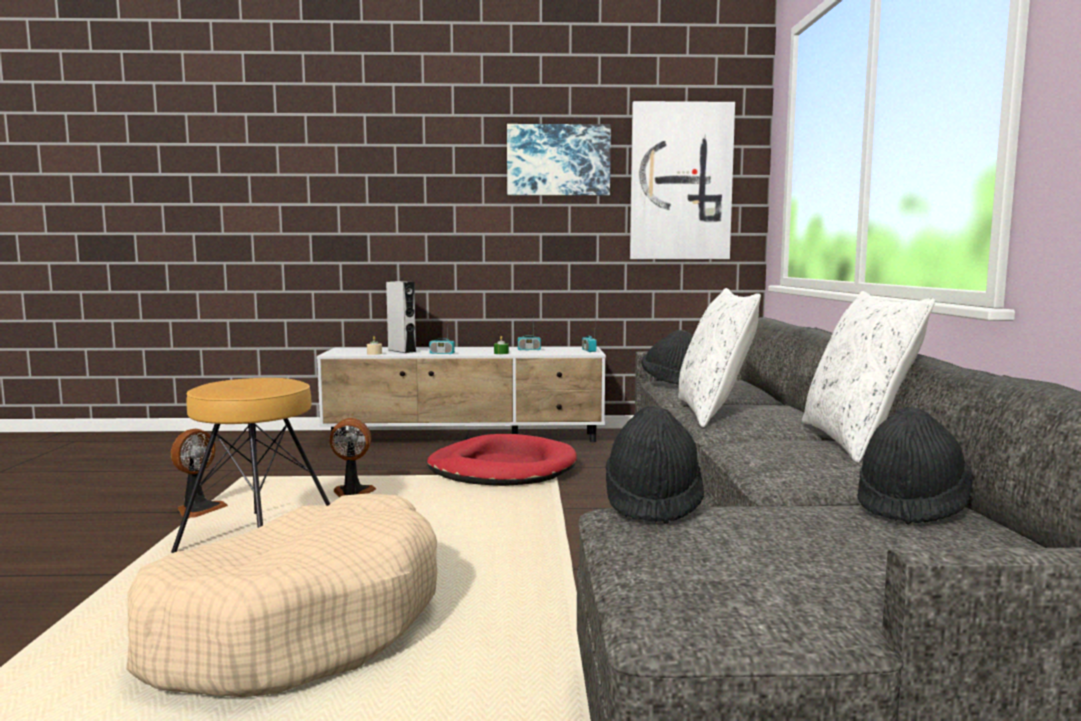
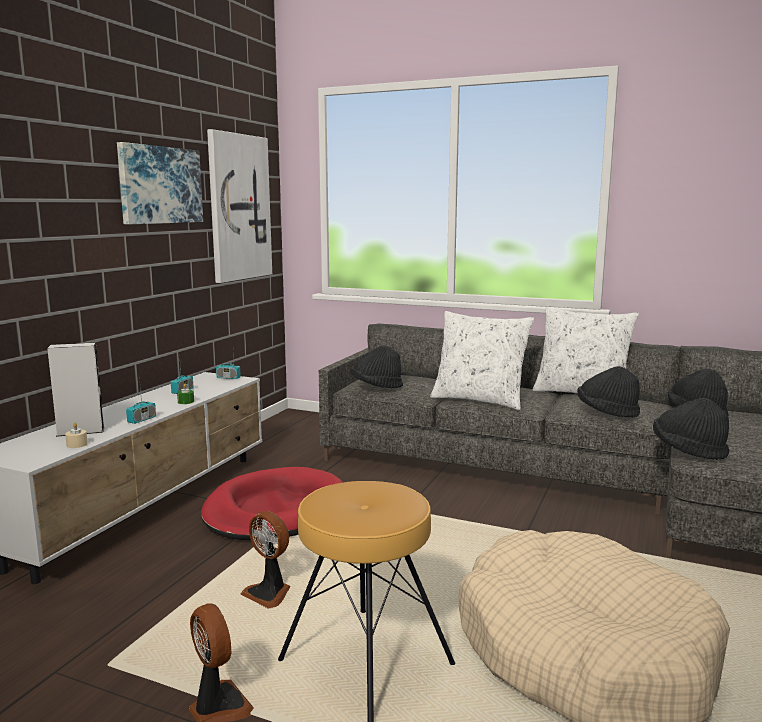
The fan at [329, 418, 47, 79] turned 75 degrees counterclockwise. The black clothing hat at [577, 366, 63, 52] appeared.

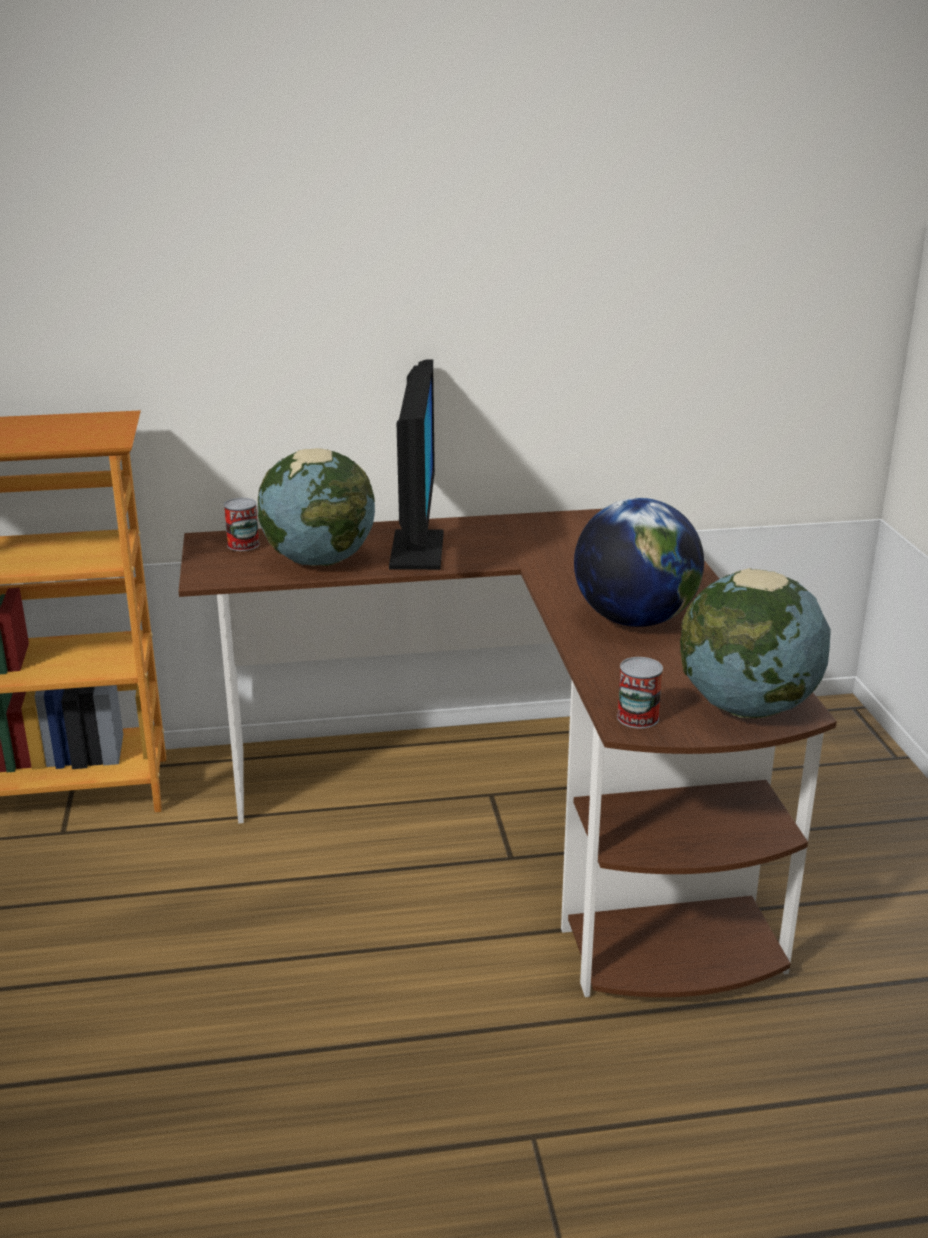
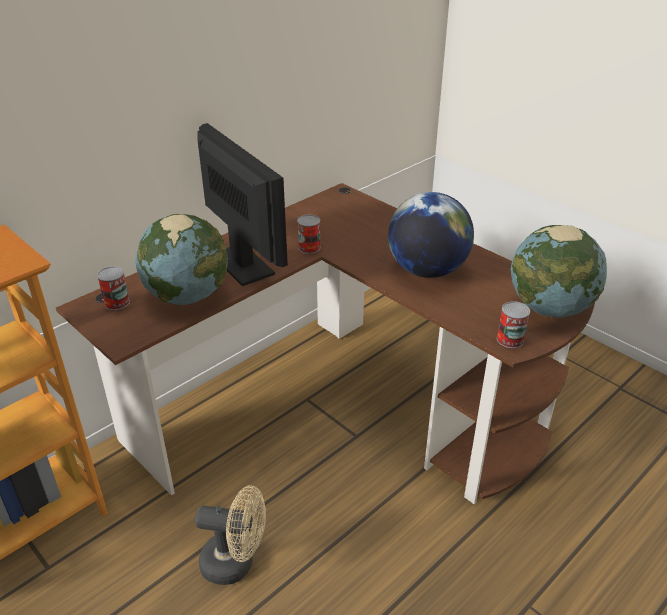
The beige fan at [195, 485, 71, 100] appeared. The sealed can at [297, 215, 24, 39] appeared.

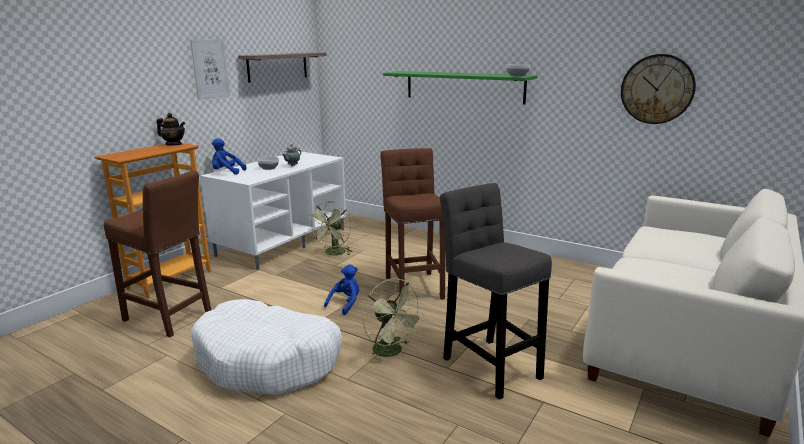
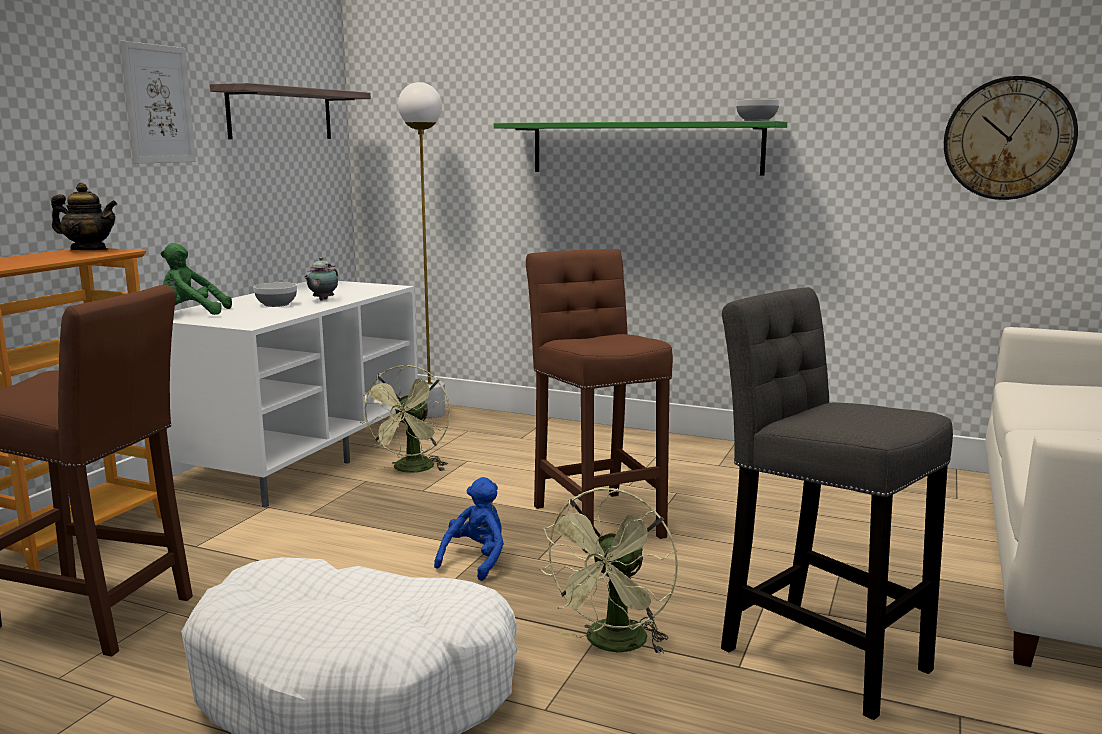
The blue-coloured plush toy at [212, 138, 34, 37] became the greenish plush toy at [161, 243, 71, 72]. The greenish fan at [363, 278, 62, 85] turned 75 degrees clockwise. The white standard lamp at [398, 82, 47, 336] appeared.

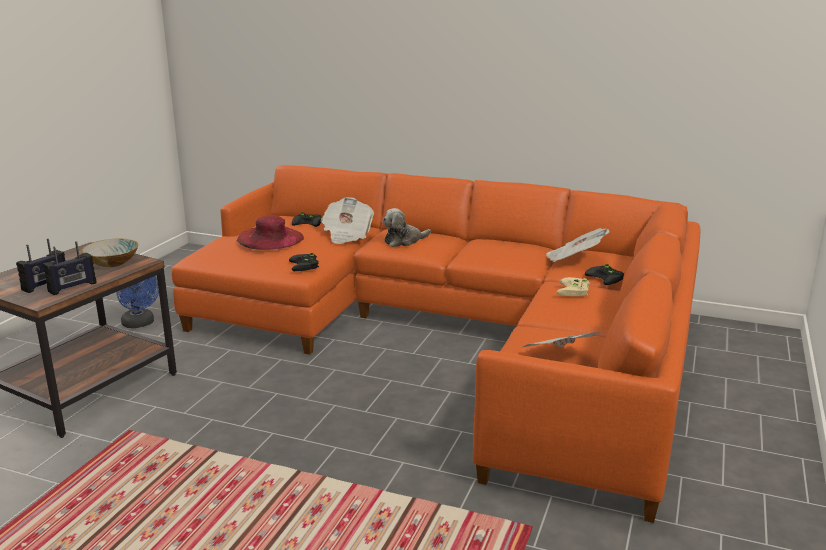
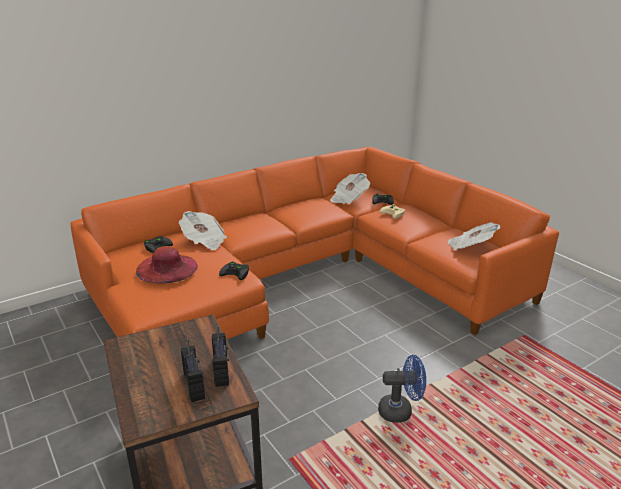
The deep dish at [81, 239, 57, 28] disappeared. The blue-coloured fan moved from [116, 276, 43, 52] to [378, 355, 48, 68]. The plush toy at [382, 208, 49, 39] disappeared.

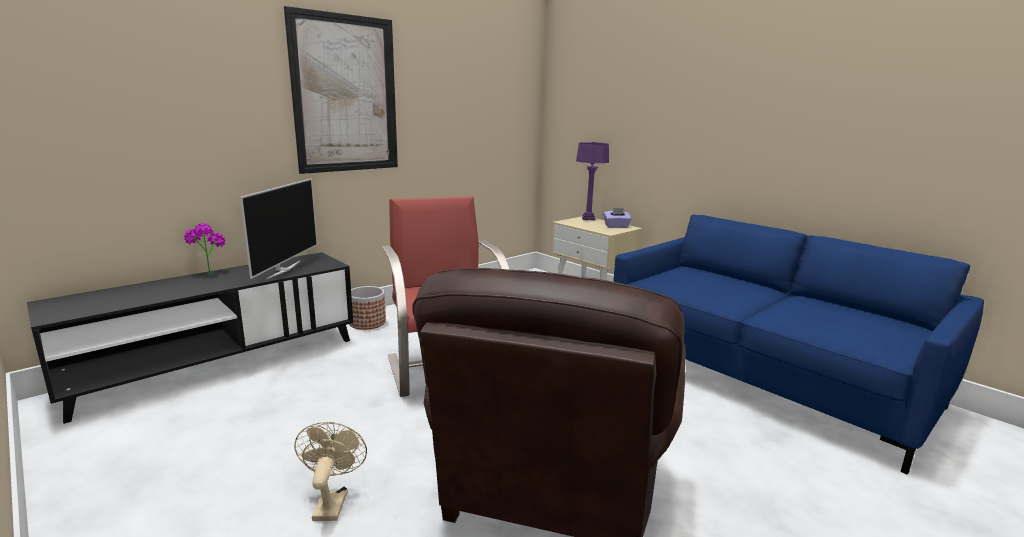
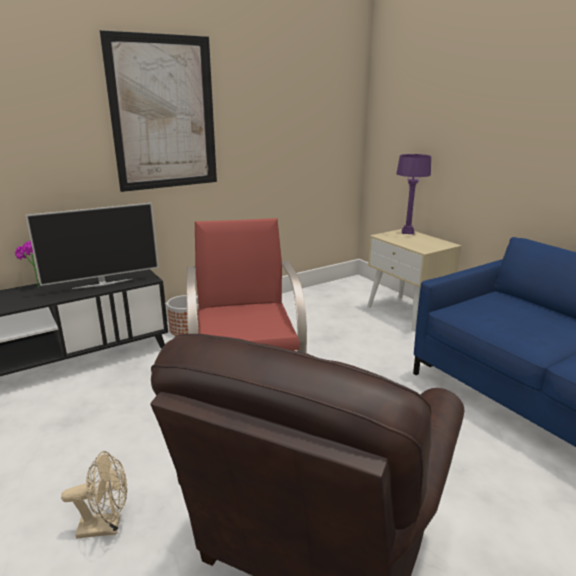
The television at [240, 178, 77, 102] turned 45 degrees clockwise. The beige fan at [294, 422, 73, 99] turned 75 degrees clockwise. The purple tissue box at [604, 208, 27, 20] disappeared.

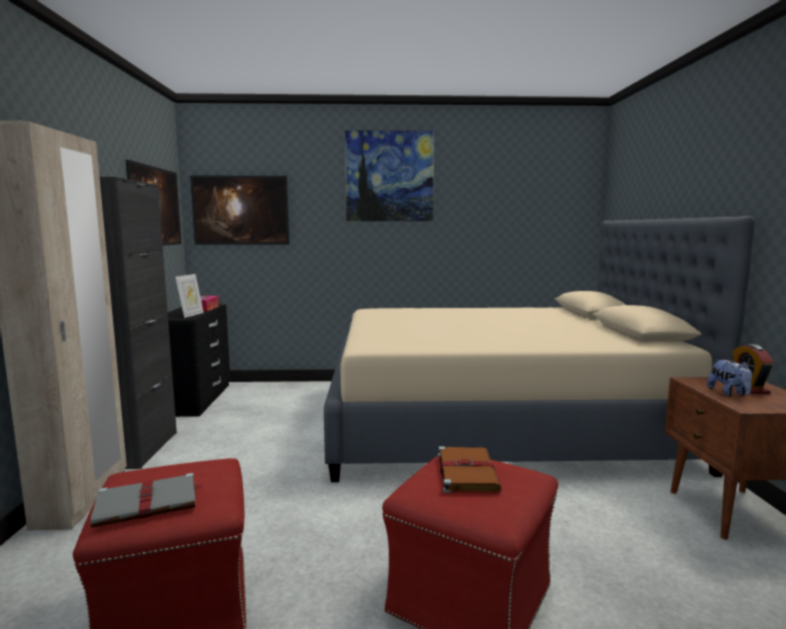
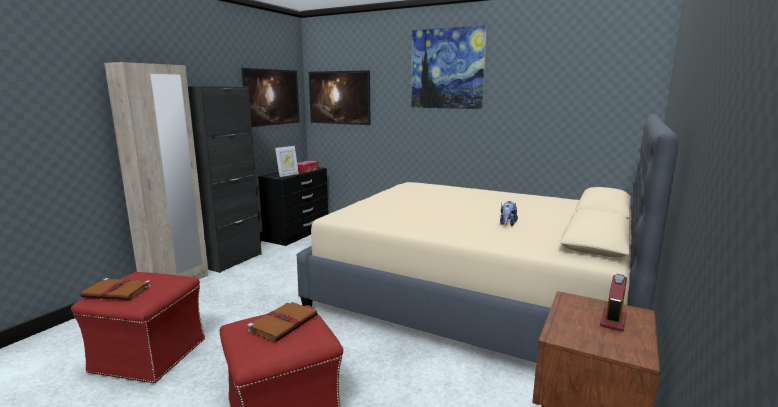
The greyish volume at [90, 473, 113, 55] became the brownish volume at [80, 278, 71, 22]. The plush toy moved from [707, 359, 45, 37] to [500, 201, 18, 25].

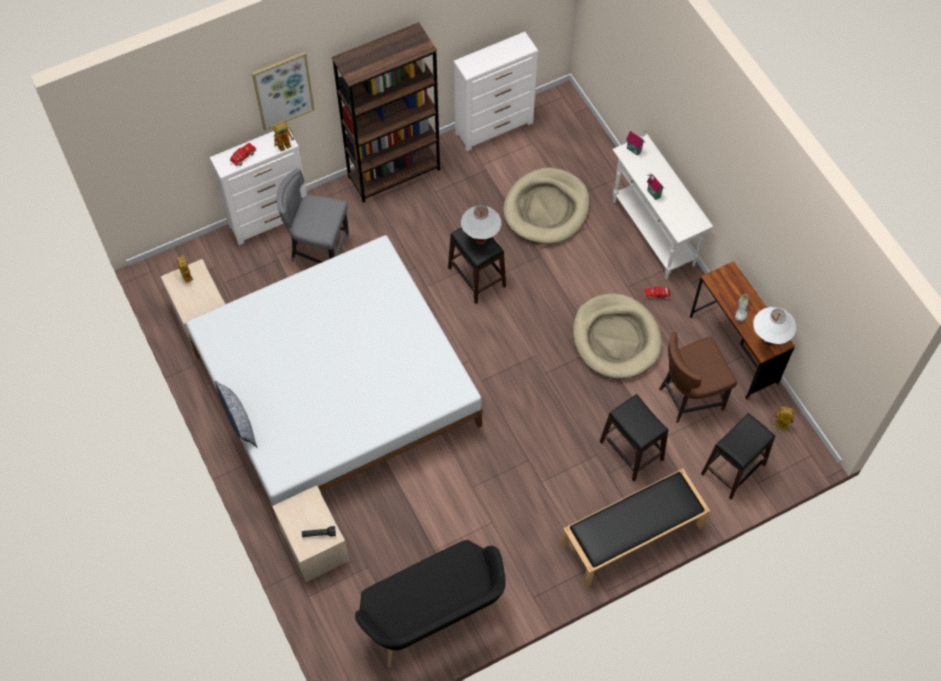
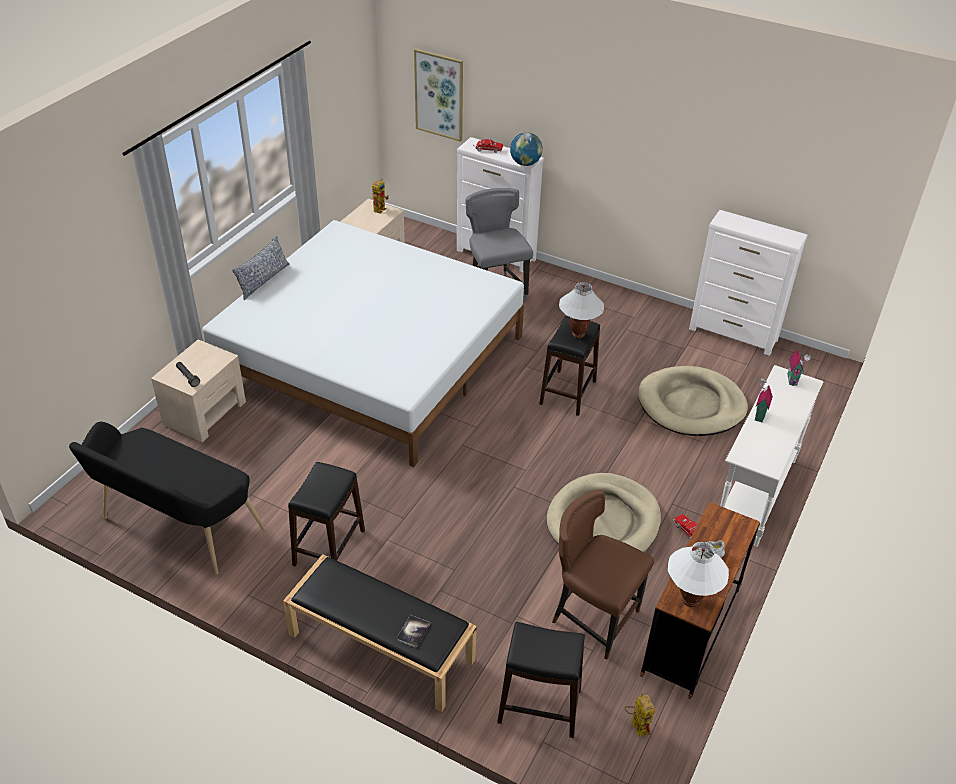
The picture moved from [252, 52, 63, 79] to [414, 49, 49, 93]. The model robot at [273, 122, 21, 29] was replaced by the world globe at [510, 133, 33, 33]. The brownish bookcase at [332, 22, 108, 181] disappeared. The black sitting stool moved from [600, 394, 68, 87] to [288, 462, 77, 104]. The volume at [396, 615, 34, 33] appeared.

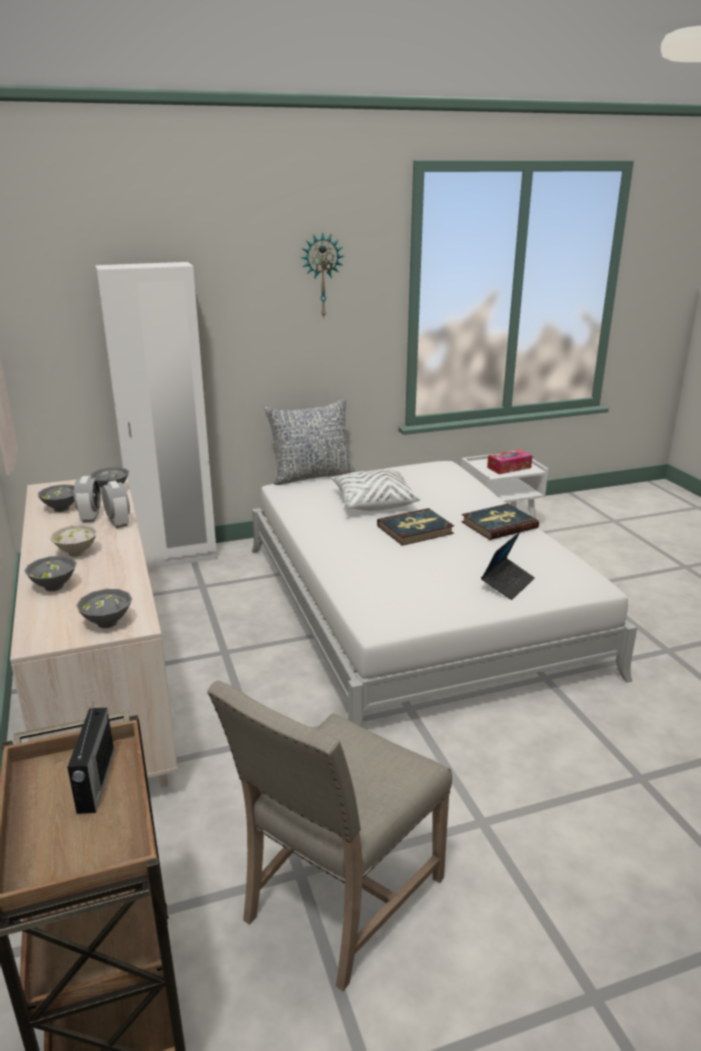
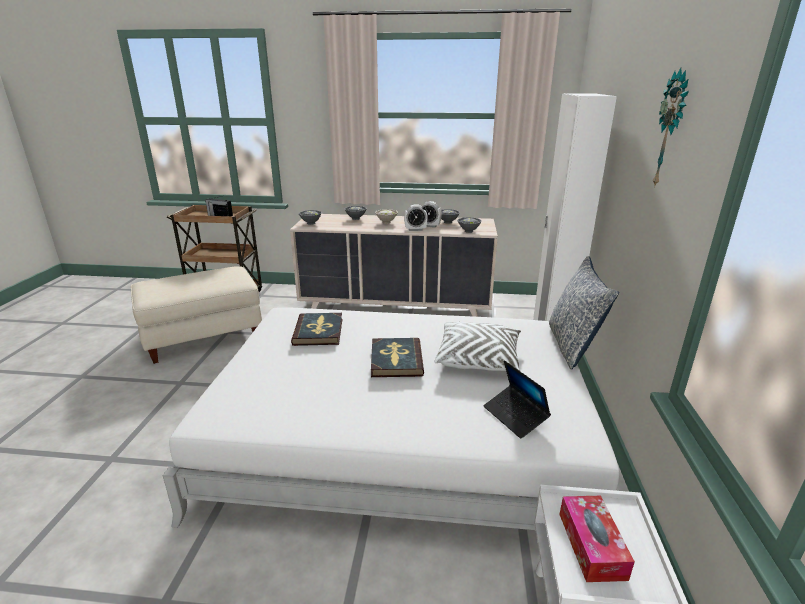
The beige upright chair at [207, 680, 245, 311] was replaced by the beige ottoman at [131, 266, 131, 98]. The volume moved from [461, 504, 78, 36] to [291, 313, 51, 33]. The laptop moved from [481, 532, 54, 68] to [483, 360, 68, 79].

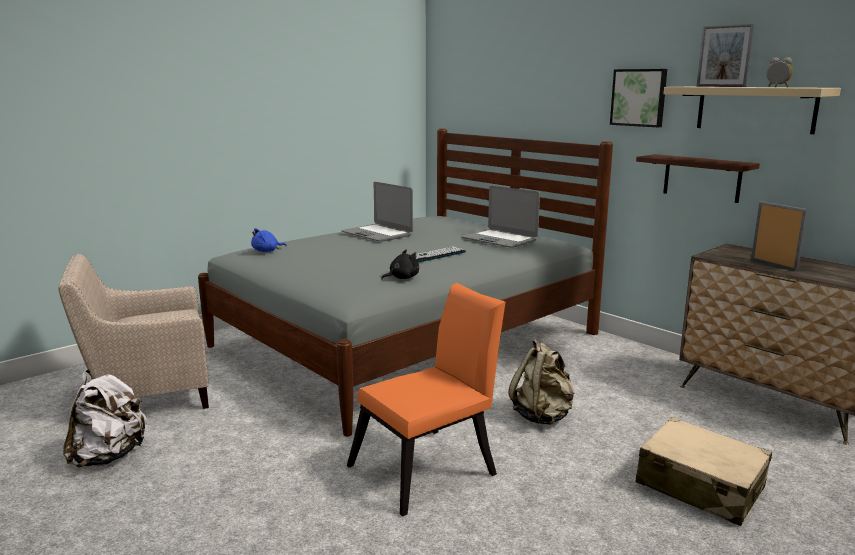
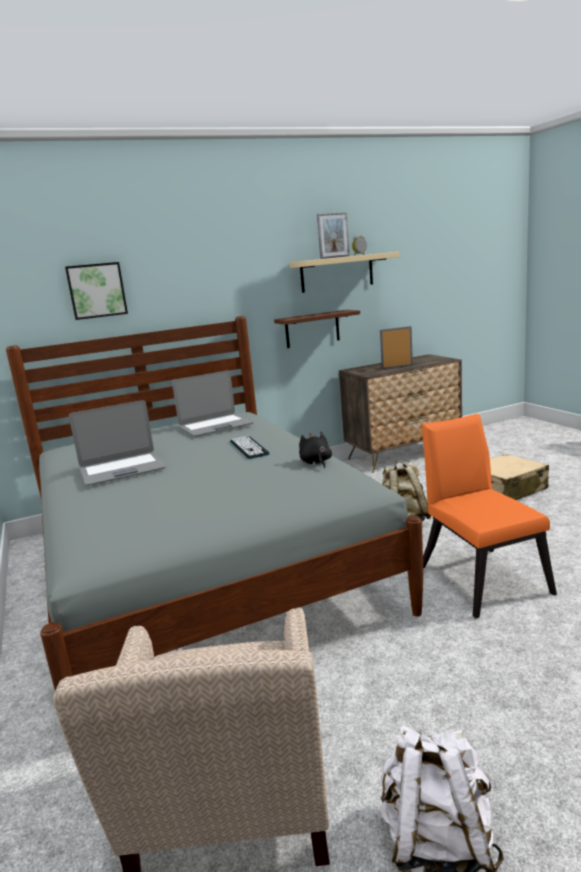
The blue-coloured plush toy at [251, 228, 36, 24] disappeared. The picture moved from [610, 69, 57, 58] to [65, 262, 63, 58].

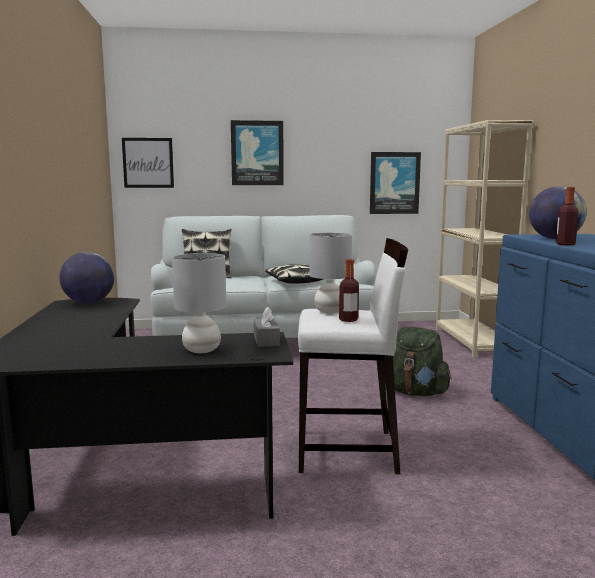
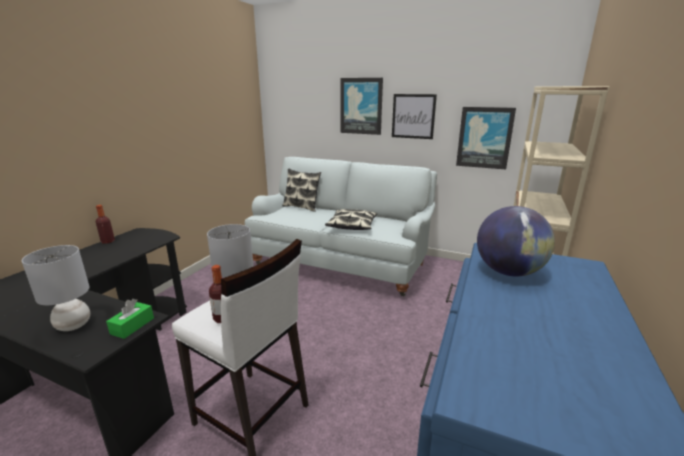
The world globe at [59, 252, 55, 52] disappeared. The picture moved from [122, 138, 52, 50] to [392, 94, 45, 45]. The greyish tissue box at [254, 307, 26, 40] became the greenish tissue box at [106, 299, 48, 40]. The greenish rucksack at [385, 327, 67, 69] disappeared. The beverage bottle moved from [556, 187, 23, 58] to [96, 205, 19, 38].

